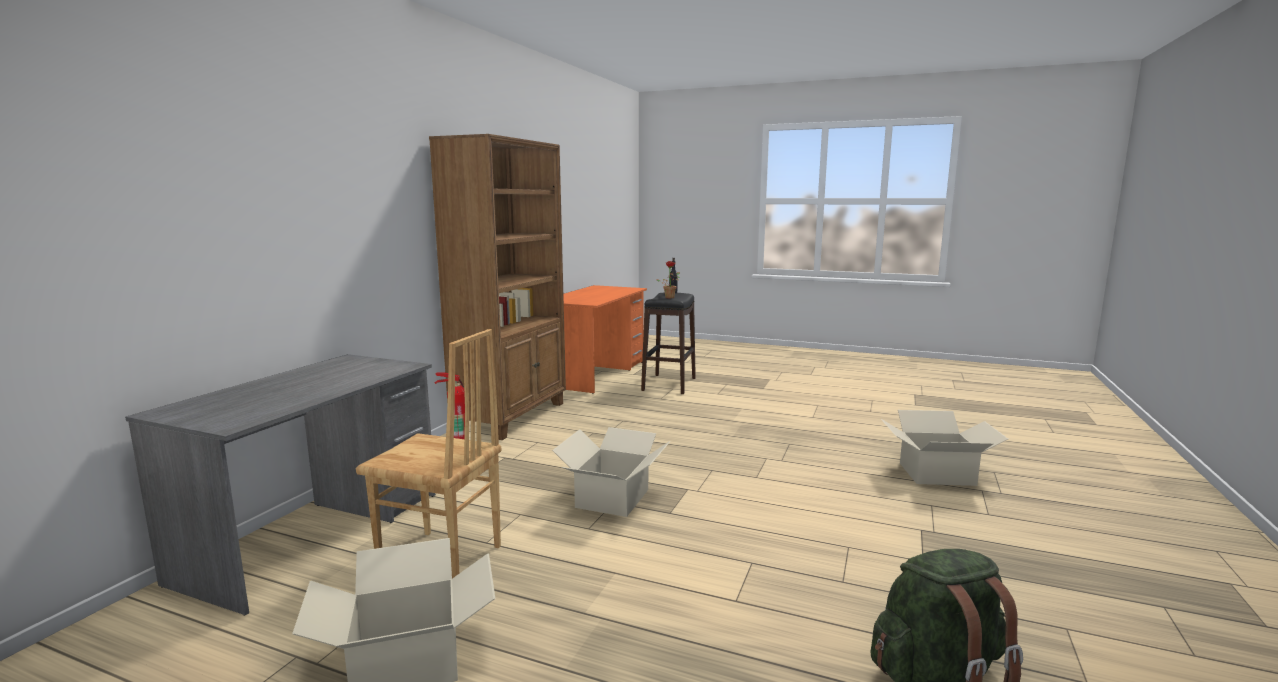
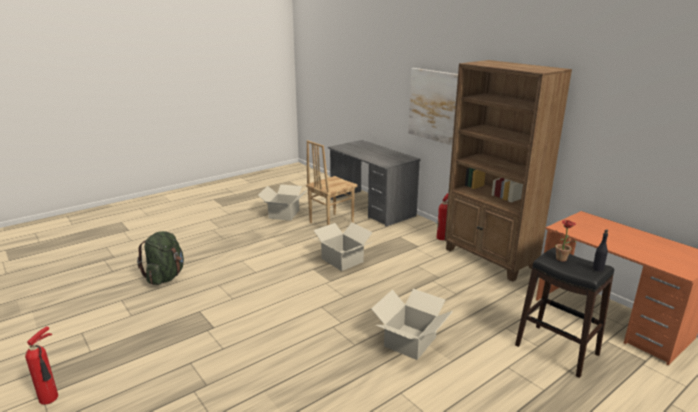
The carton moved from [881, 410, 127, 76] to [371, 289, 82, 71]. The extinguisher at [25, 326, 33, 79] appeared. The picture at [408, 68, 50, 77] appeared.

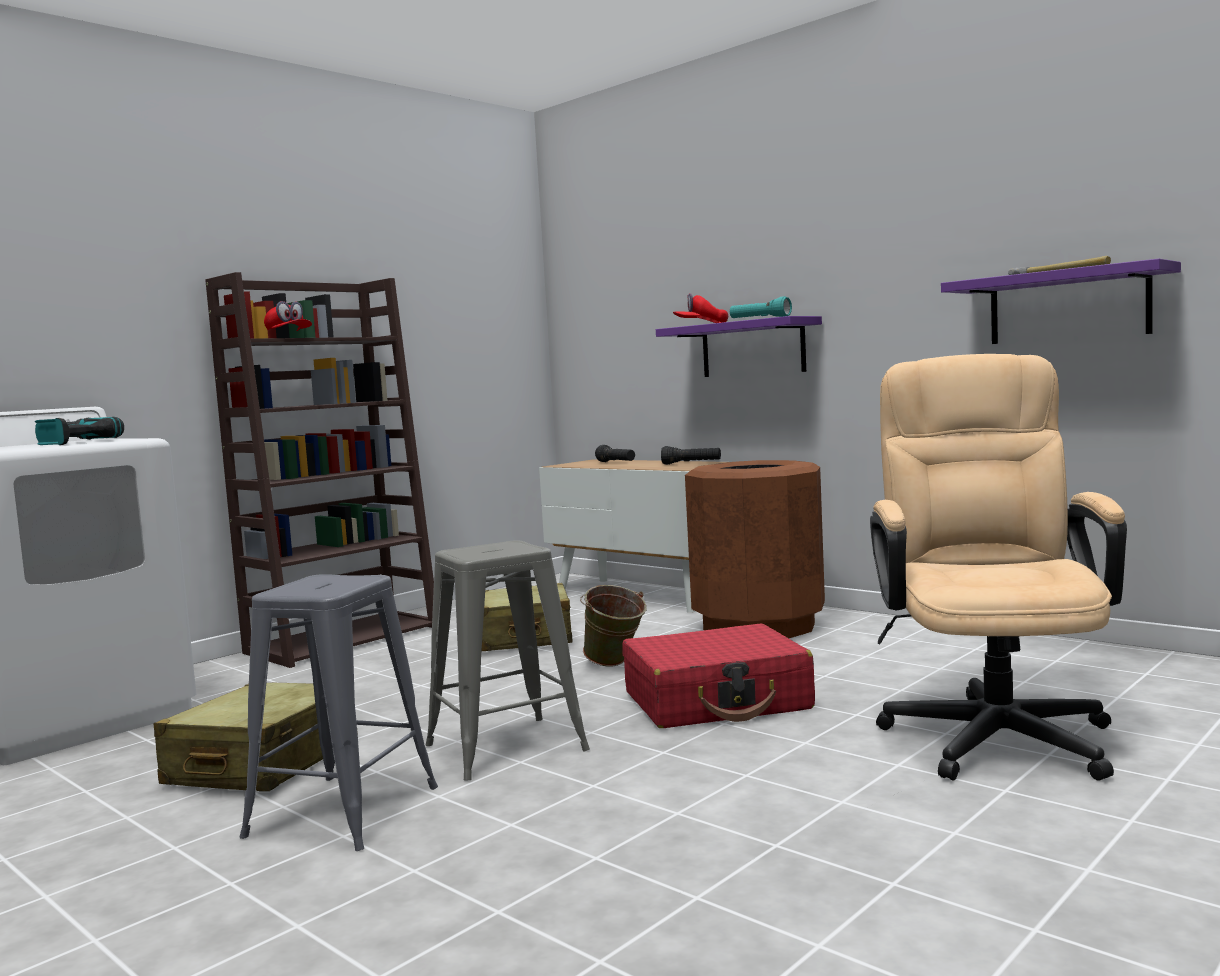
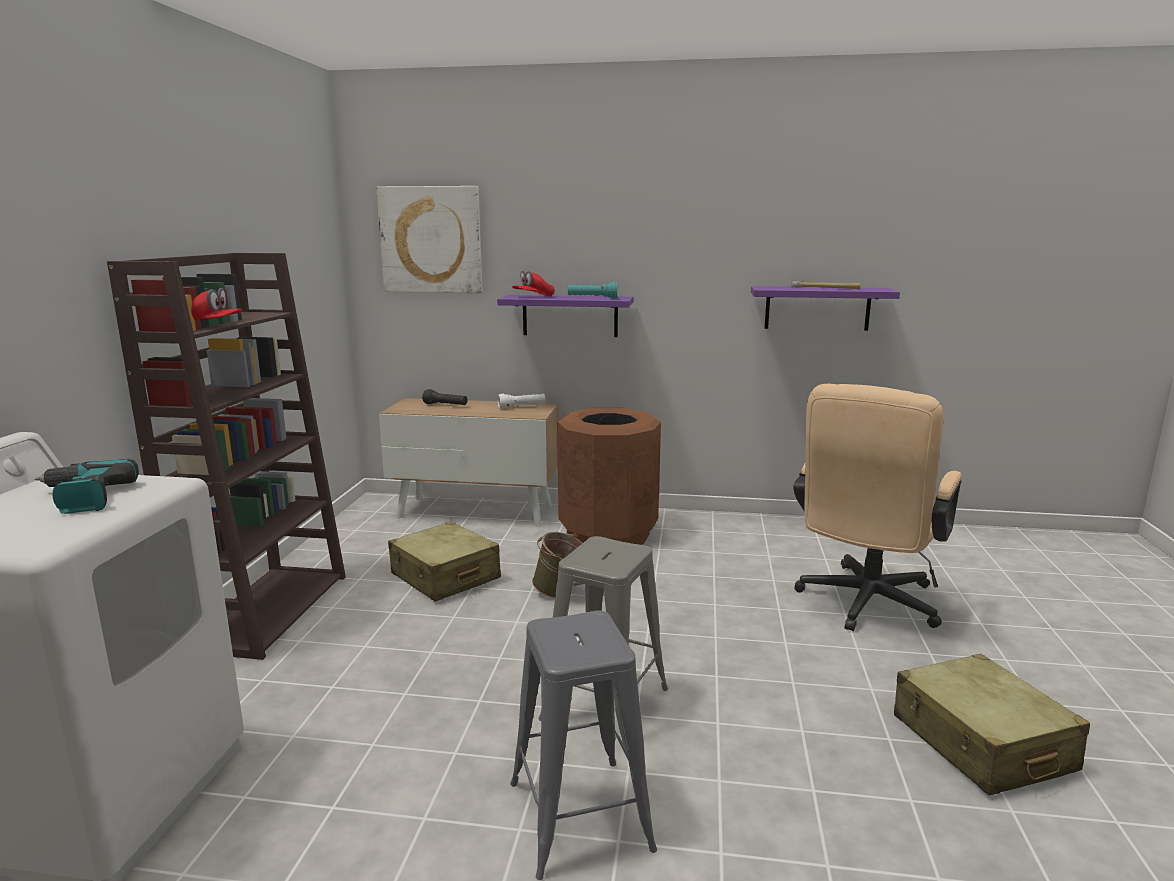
The beige travel case moved from [153, 683, 205, 108] to [894, 654, 196, 142]. The red-coloured travel case at [622, 624, 193, 104] disappeared. The black hand torch at [661, 446, 60, 19] became the white hand torch at [498, 394, 47, 15]. The beige computer chair at [870, 354, 257, 427] turned 120 degrees counterclockwise. The picture at [377, 186, 105, 107] appeared.

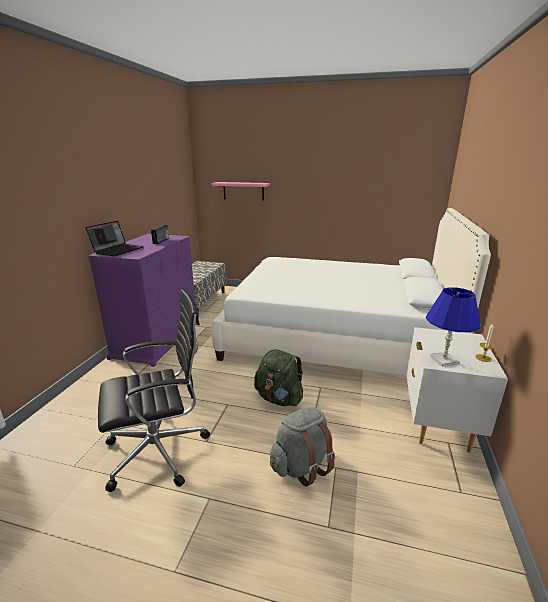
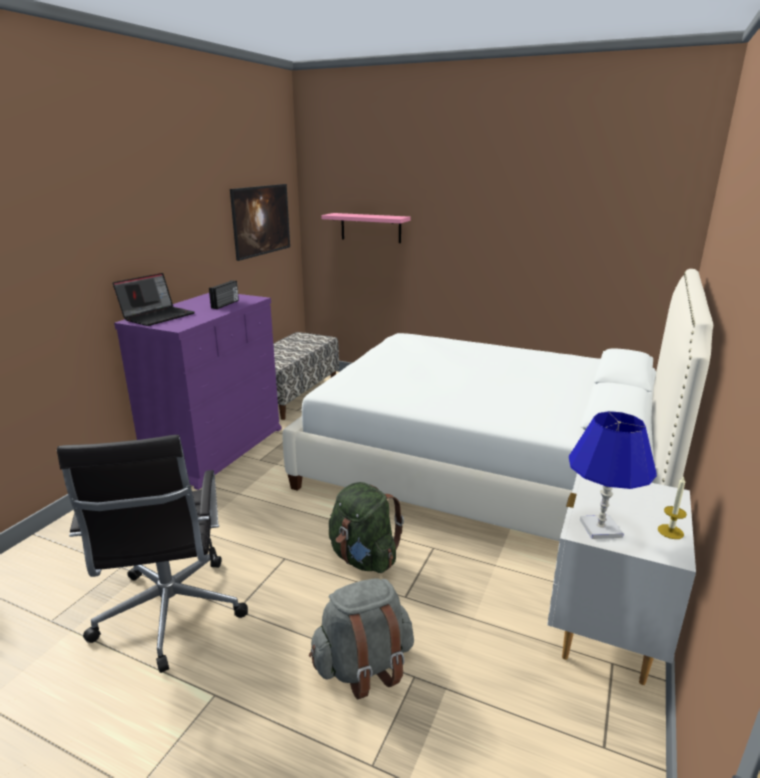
The black computer chair at [98, 289, 112, 203] turned 90 degrees clockwise. The picture at [230, 184, 60, 77] appeared.

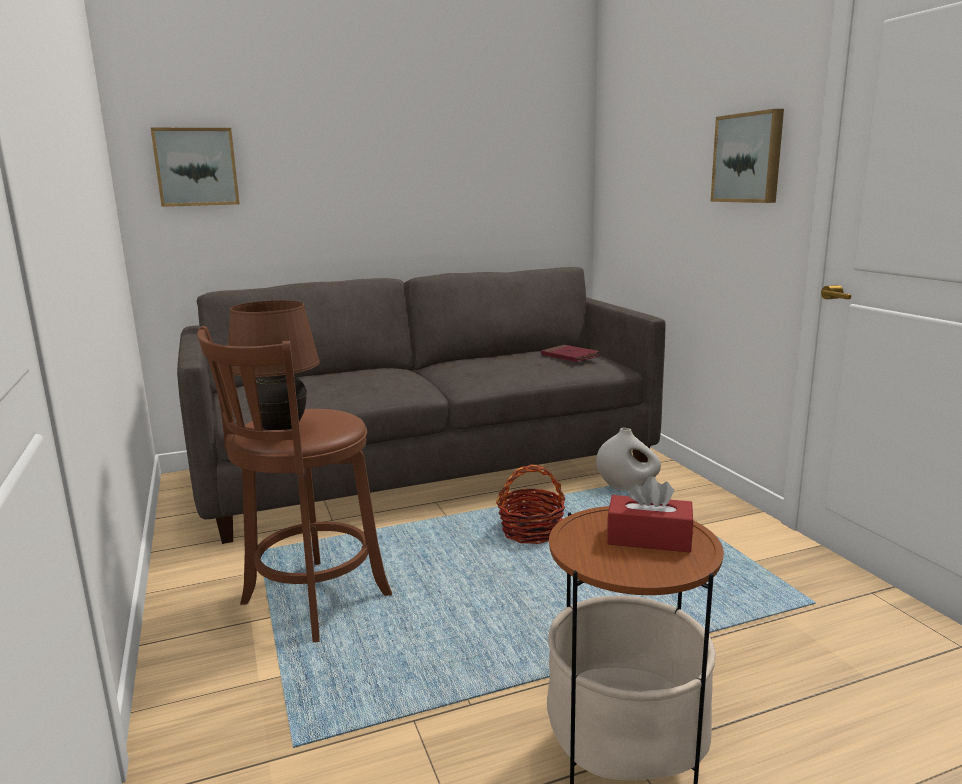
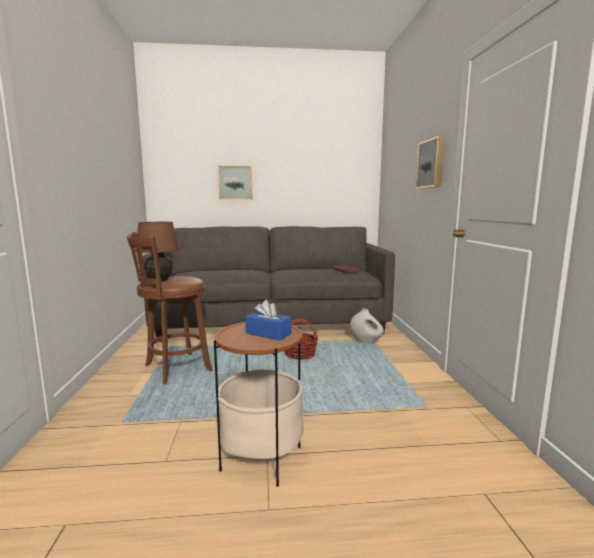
The picture moved from [151, 128, 89, 79] to [218, 166, 34, 34]. The red-coloured tissue box at [607, 476, 86, 76] became the blue-coloured tissue box at [245, 300, 47, 40].

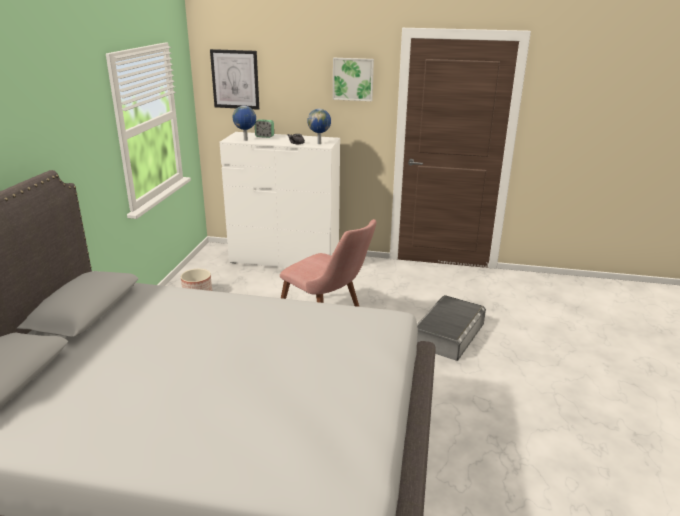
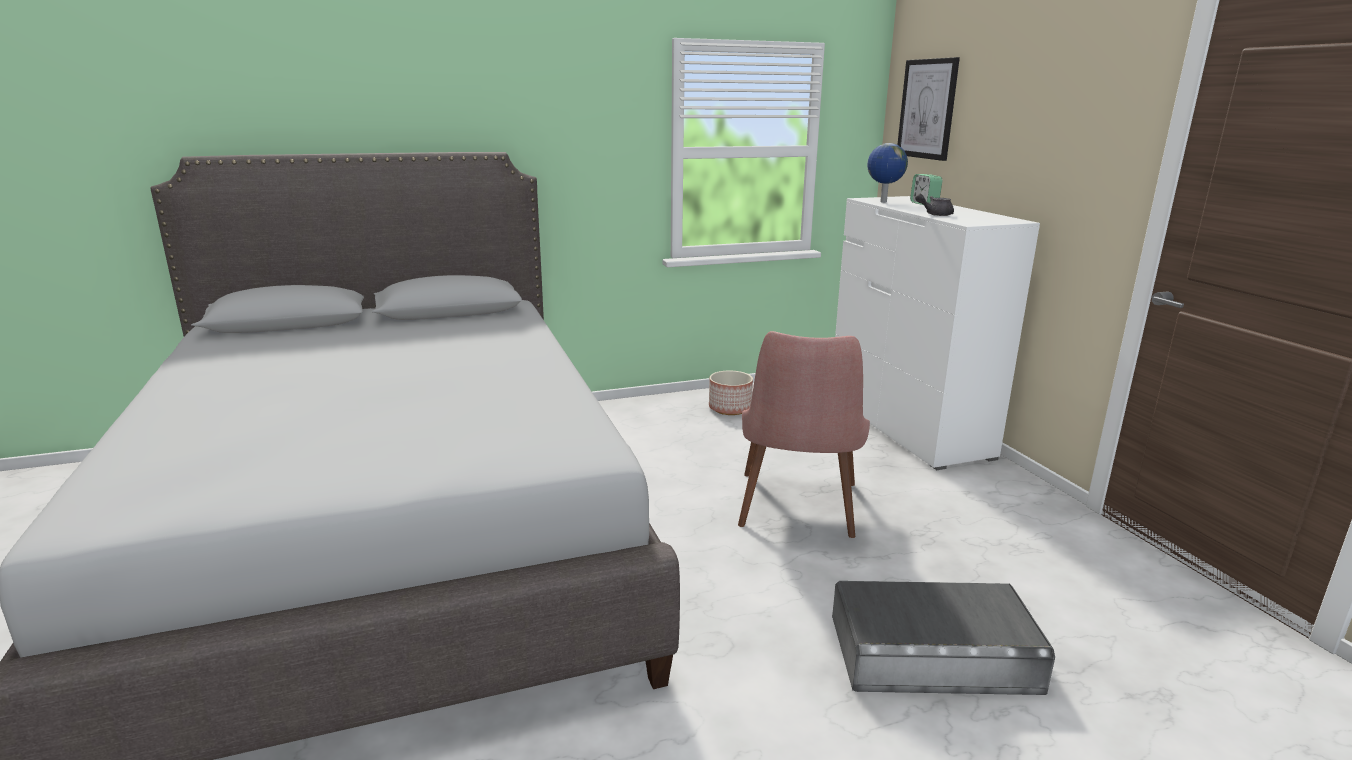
The world globe at [307, 109, 24, 35] disappeared. The picture at [333, 58, 41, 43] disappeared.

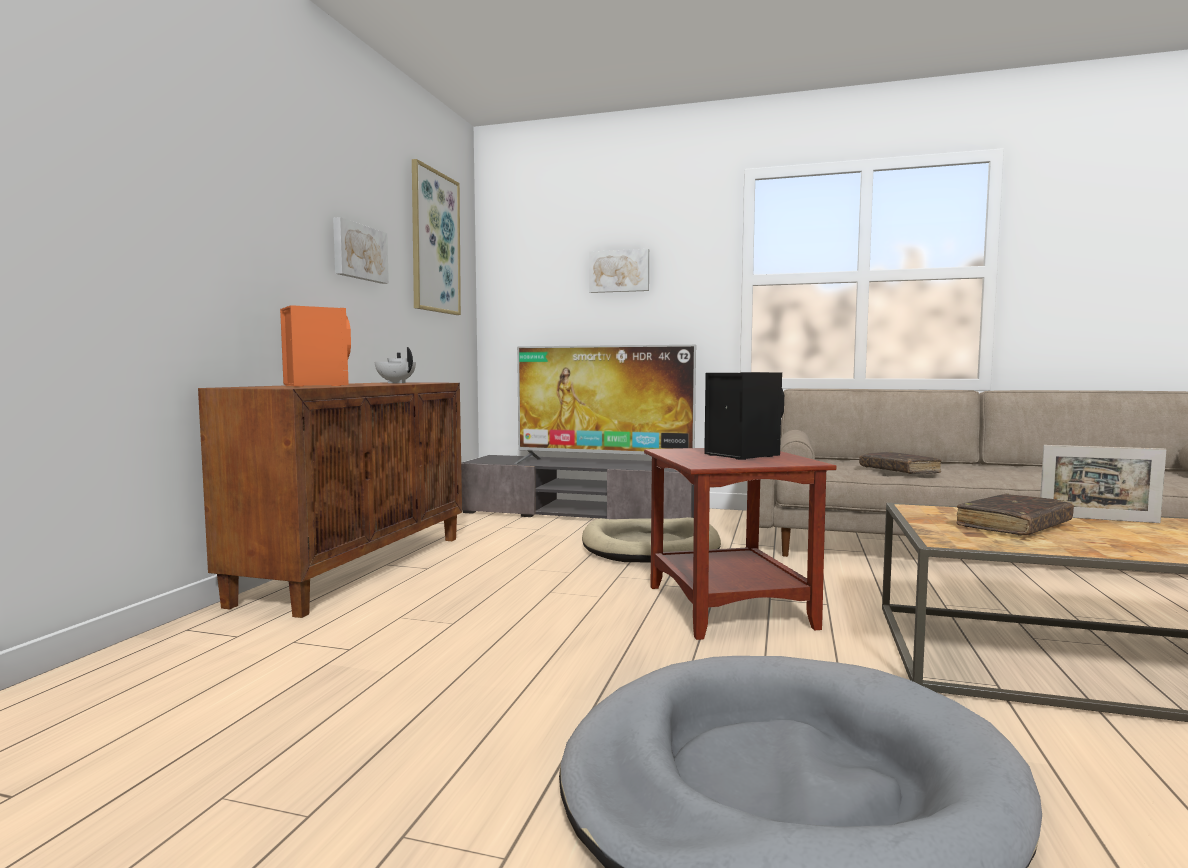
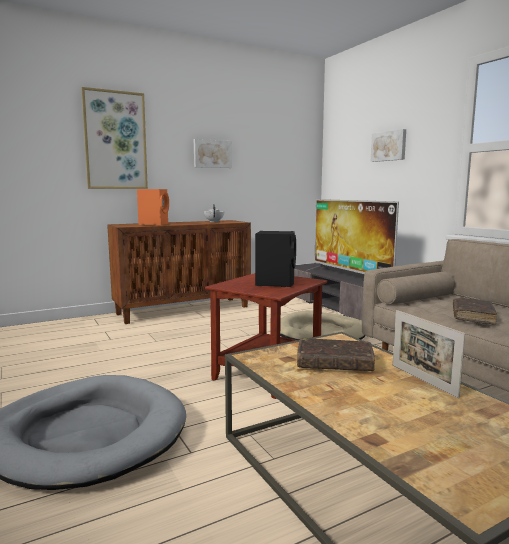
The picture moved from [412, 159, 49, 156] to [81, 87, 67, 102].

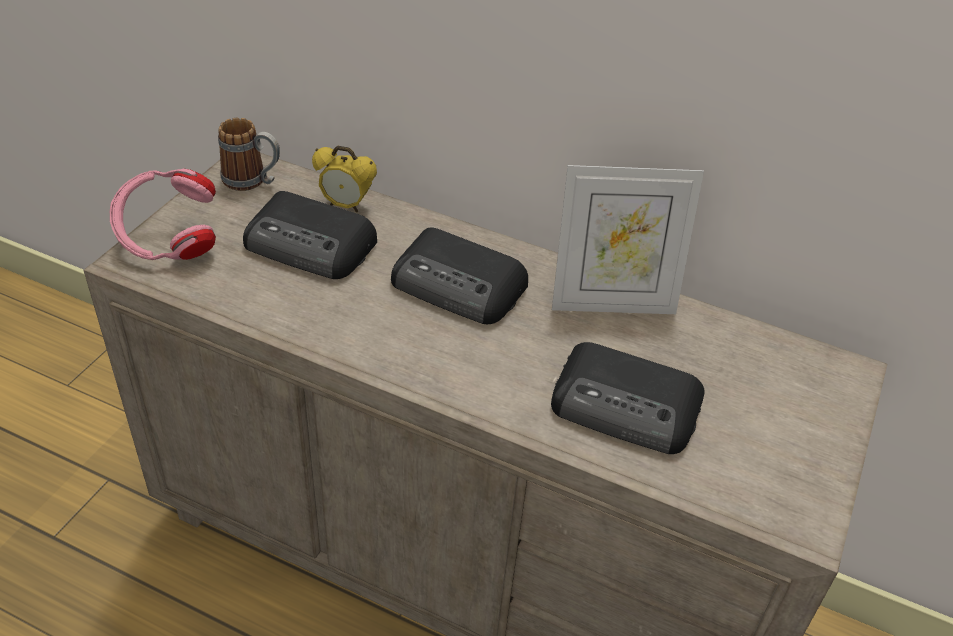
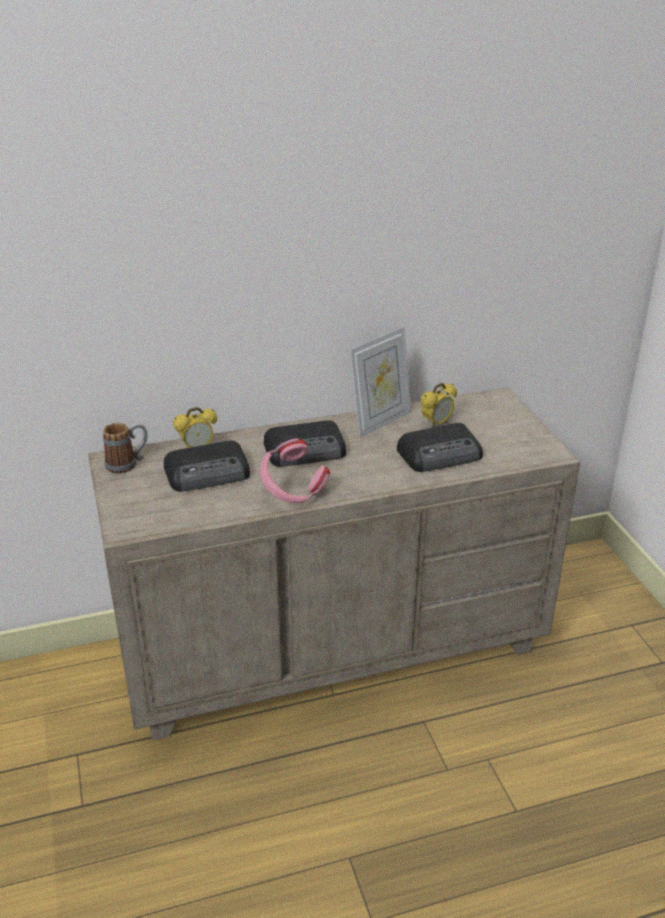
The pinkish headset moved from [110, 169, 106, 91] to [260, 439, 70, 64]. The bedside clock at [421, 383, 36, 45] appeared.

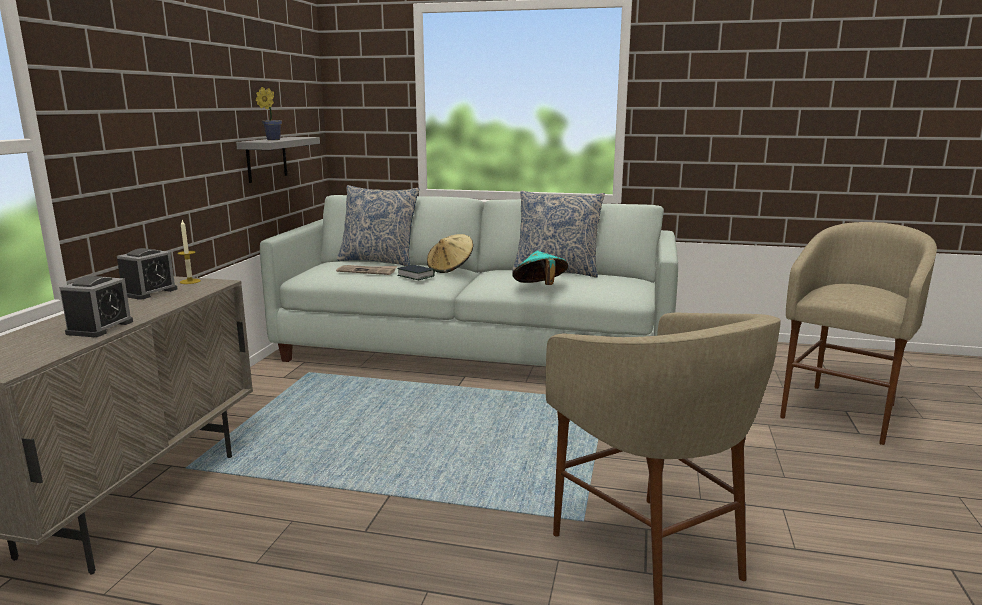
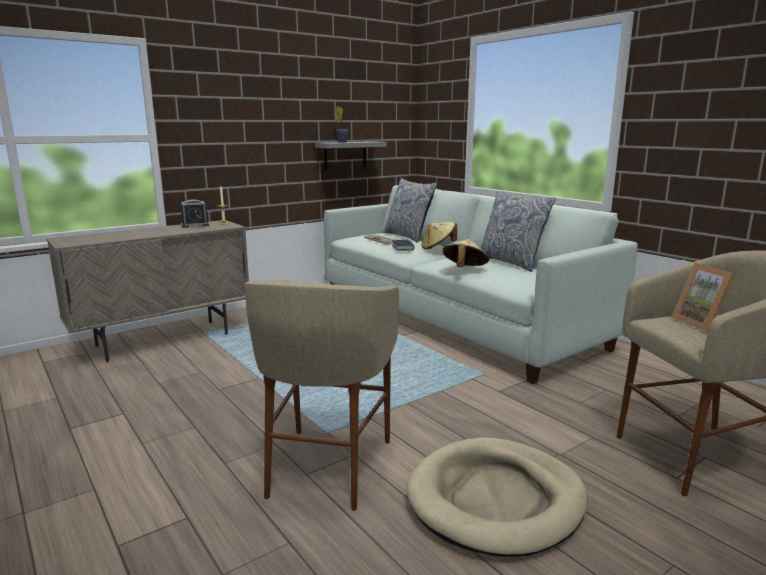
The bedside clock at [59, 276, 74, 61] disappeared. The turquoise clothing hat at [512, 250, 56, 35] became the beige clothing hat at [442, 239, 47, 28]. The beige pet bed at [406, 438, 182, 119] appeared. The standing frame at [672, 263, 63, 69] appeared.

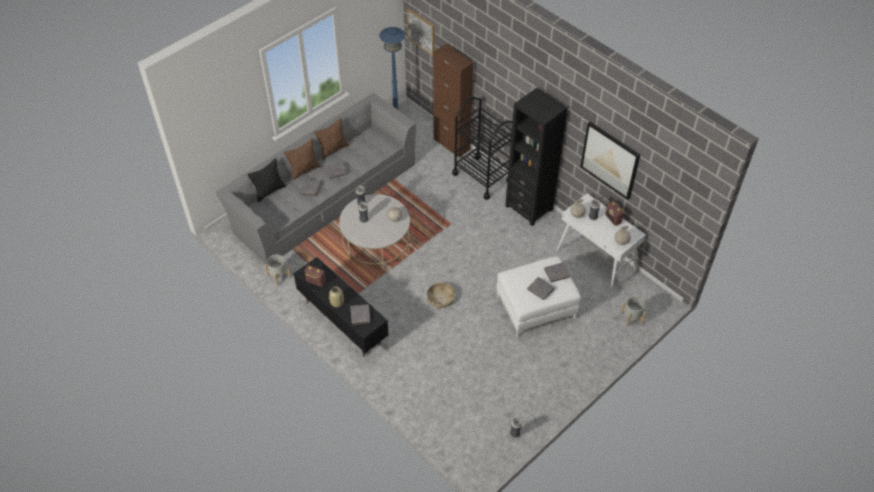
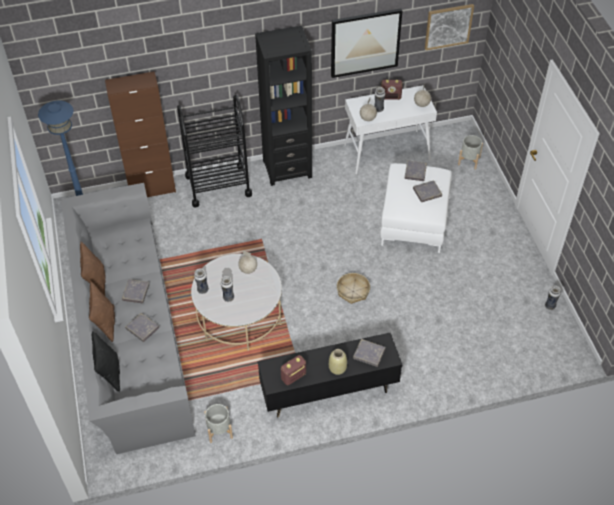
The picture moved from [407, 8, 28, 48] to [425, 4, 49, 46].

